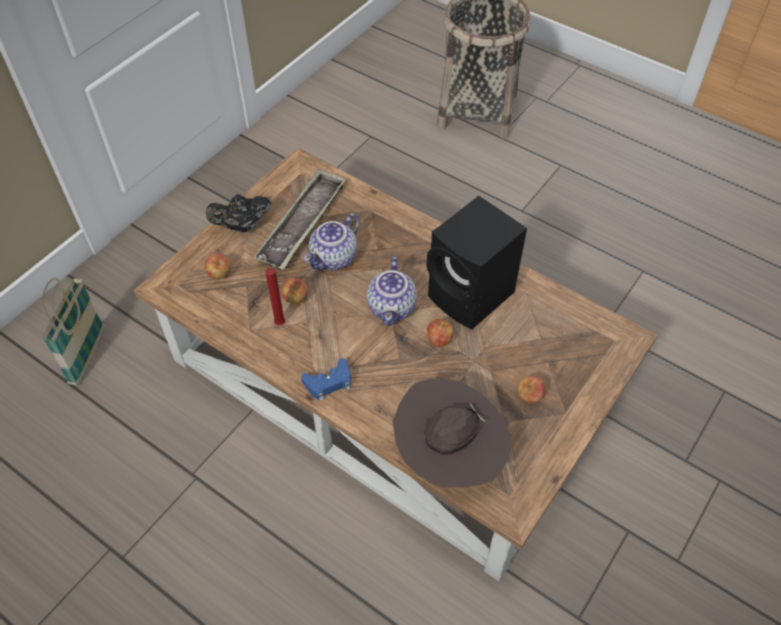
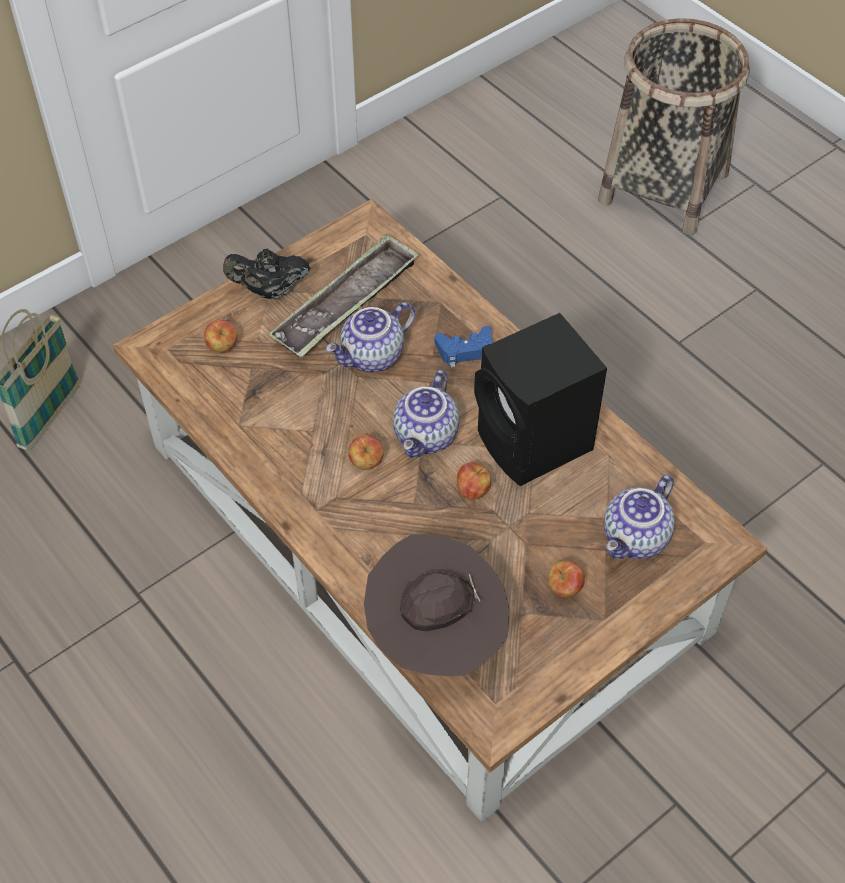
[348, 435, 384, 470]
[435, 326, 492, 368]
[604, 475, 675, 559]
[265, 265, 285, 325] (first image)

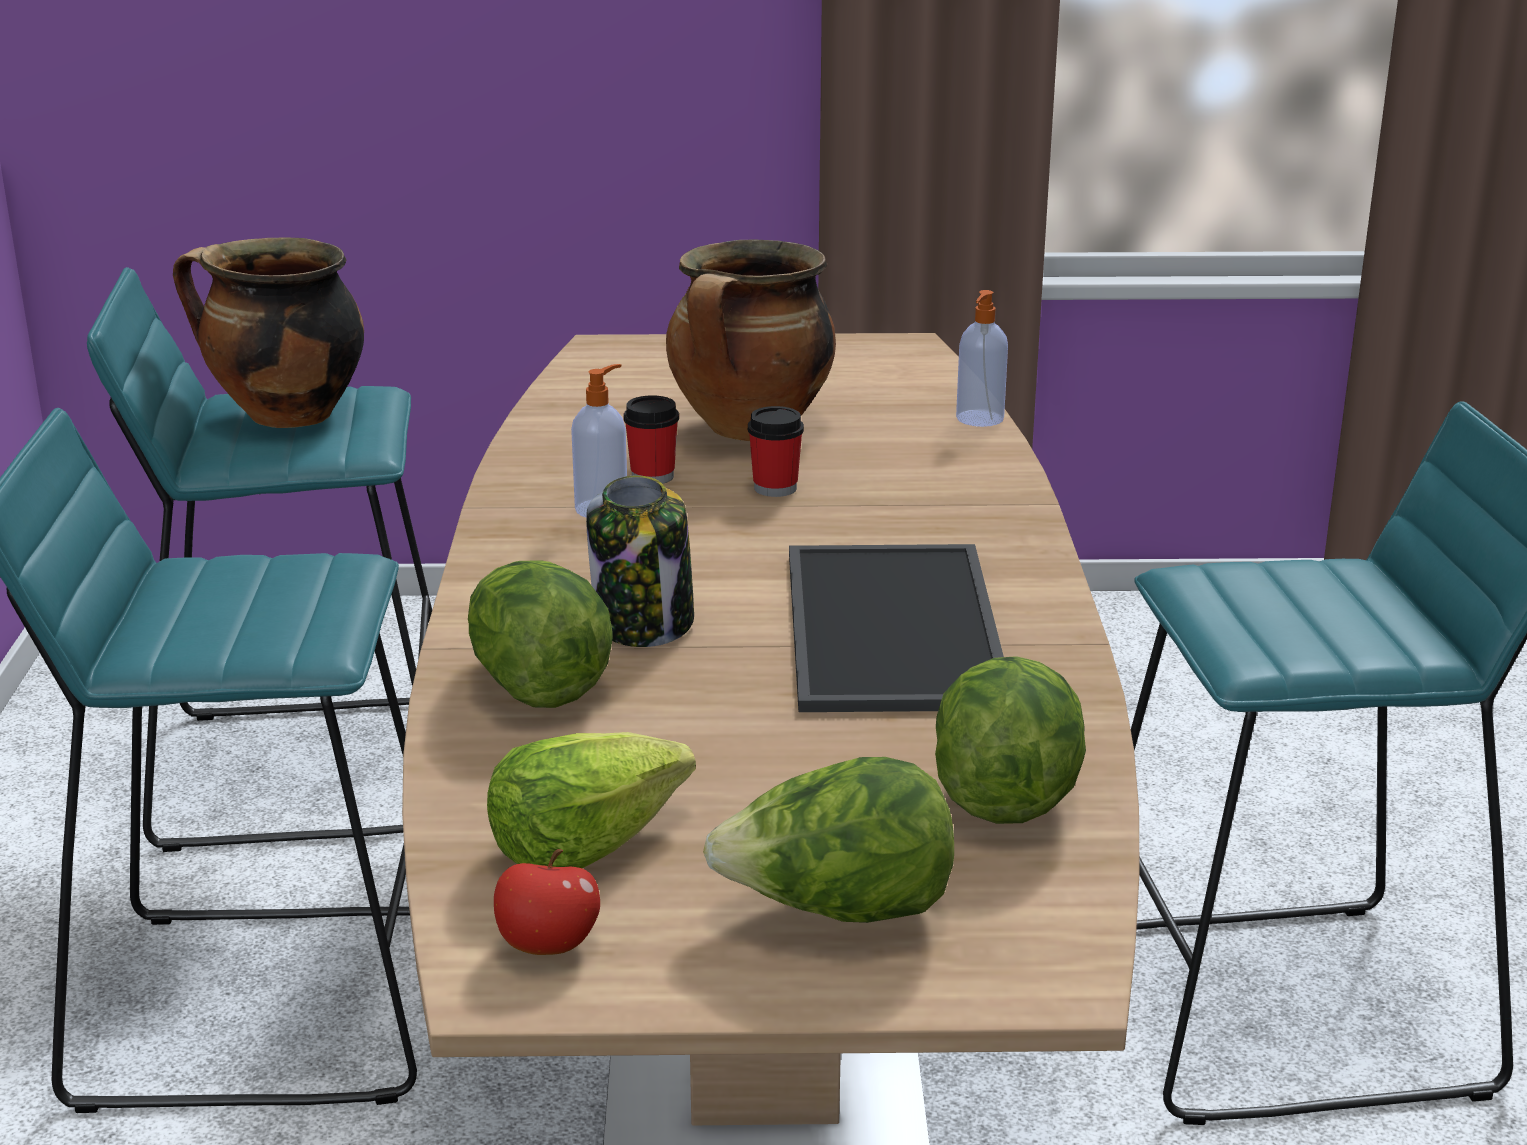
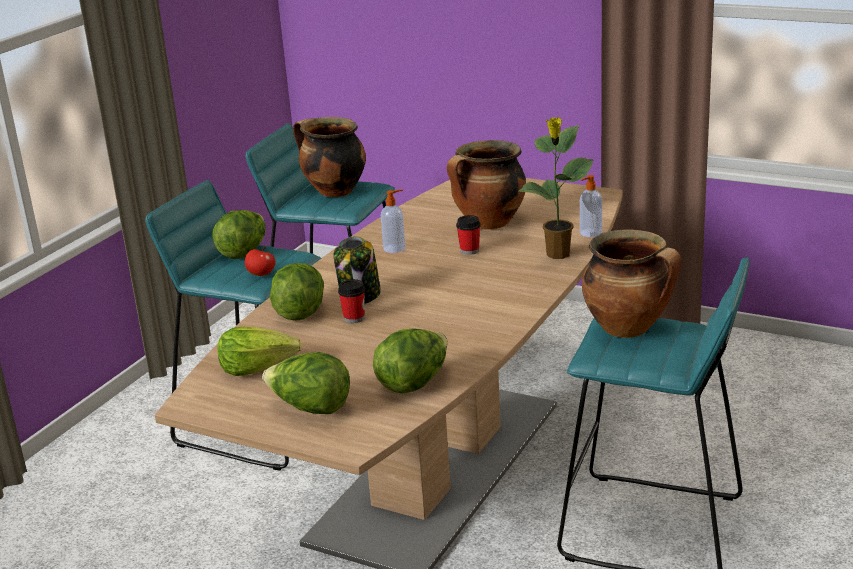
[212, 210, 266, 259]
[245, 247, 275, 276]
[338, 279, 365, 323]
[519, 117, 594, 259]
[582, 230, 681, 338]
[789, 544, 1004, 712] (first image)

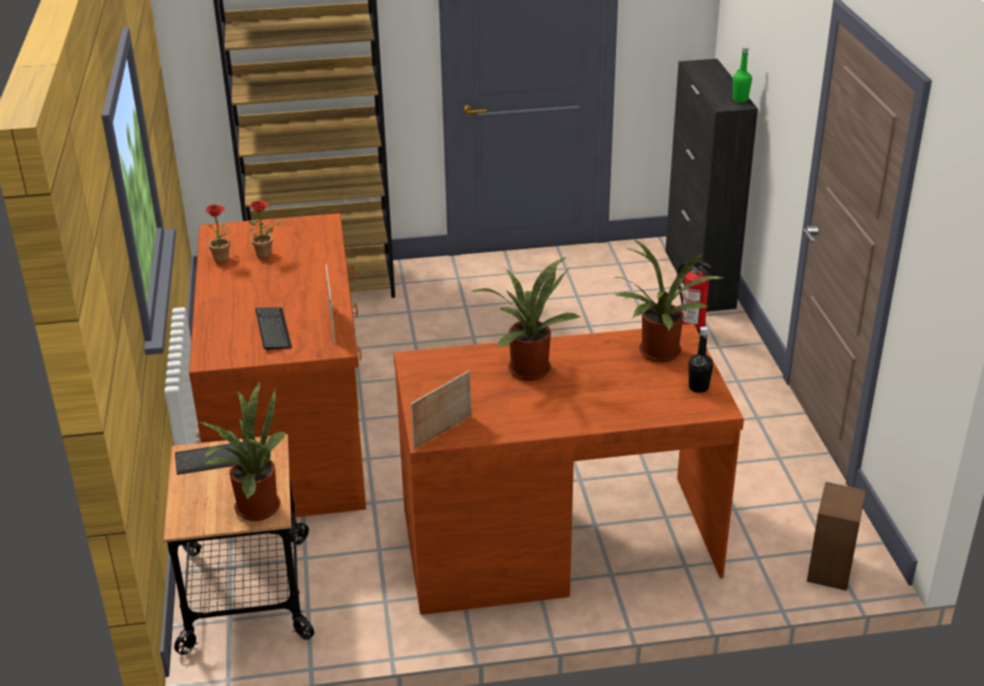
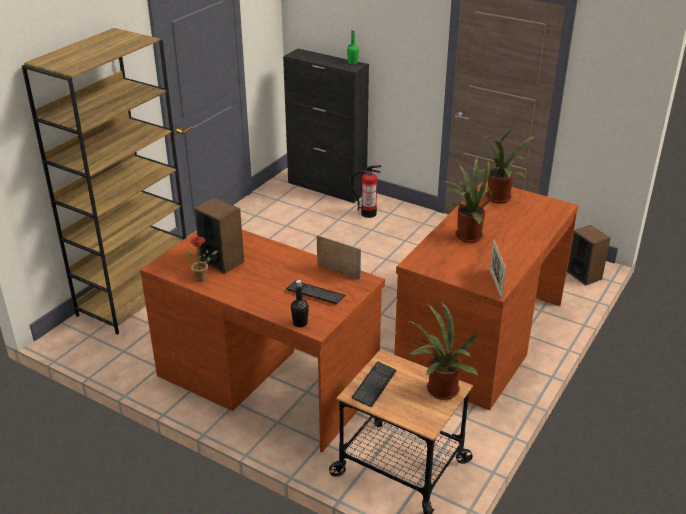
[194, 197, 244, 274]
[291, 280, 309, 327]

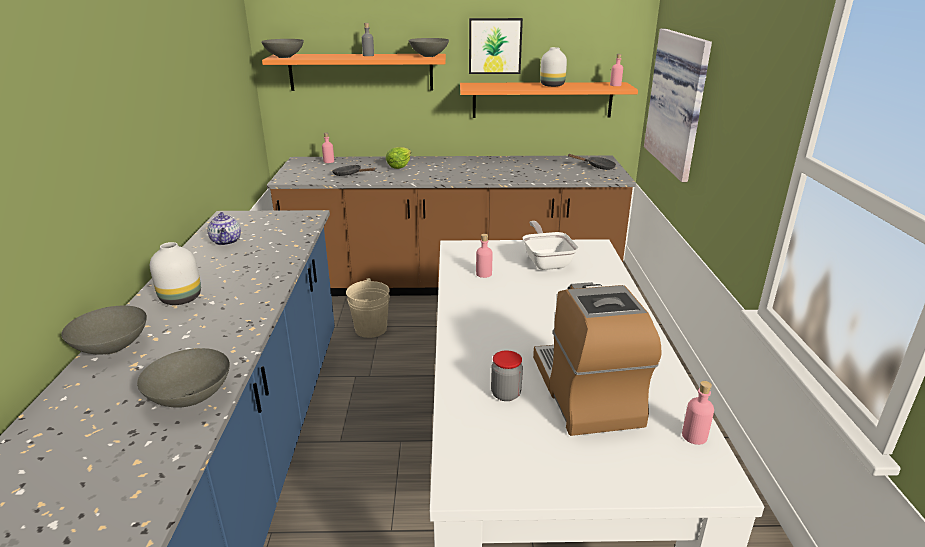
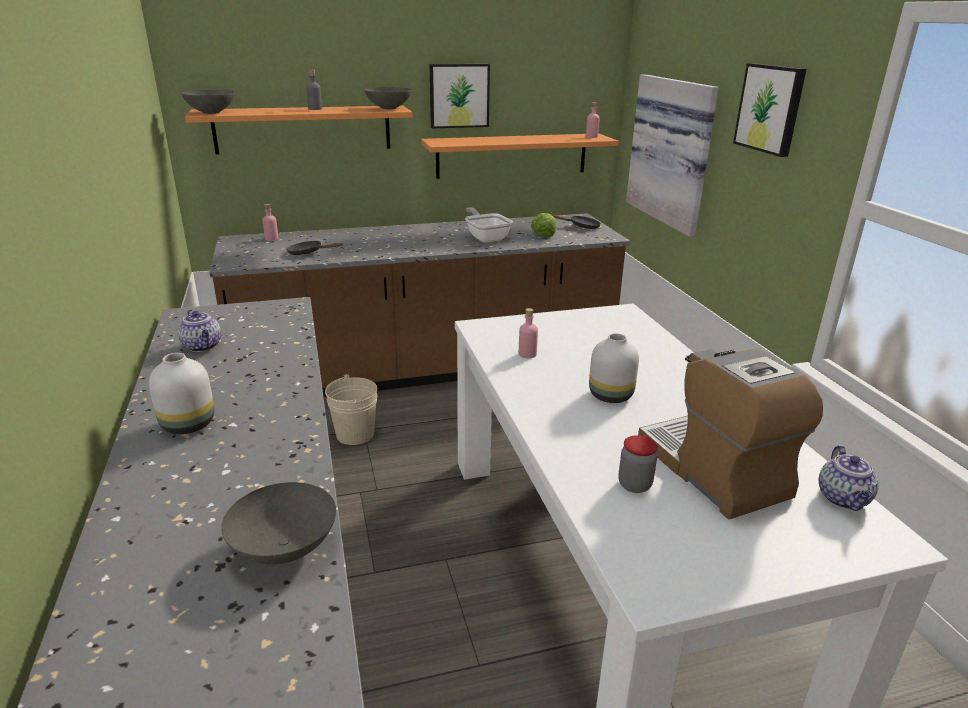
[465, 207, 513, 243]
[531, 213, 556, 238]
[589, 333, 639, 403]
[733, 63, 806, 157]
[819, 445, 879, 511]
[61, 306, 147, 354] (first image)

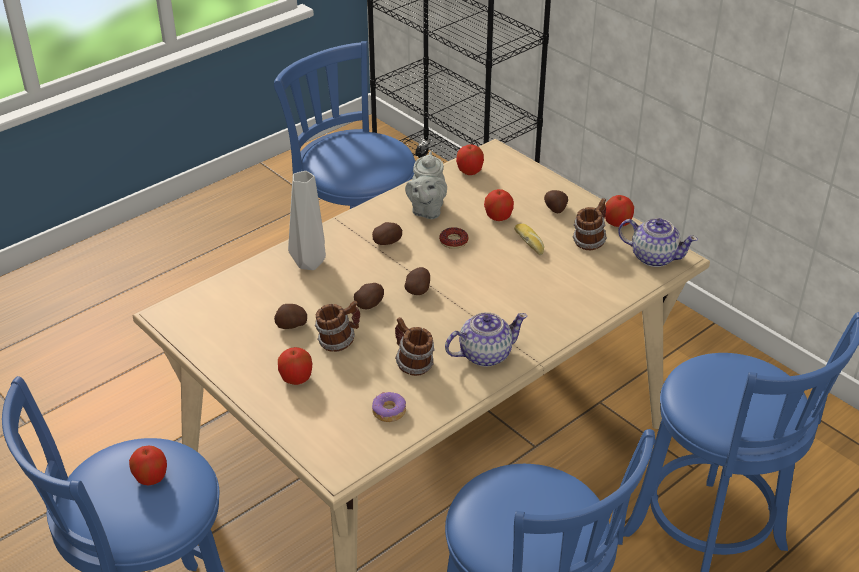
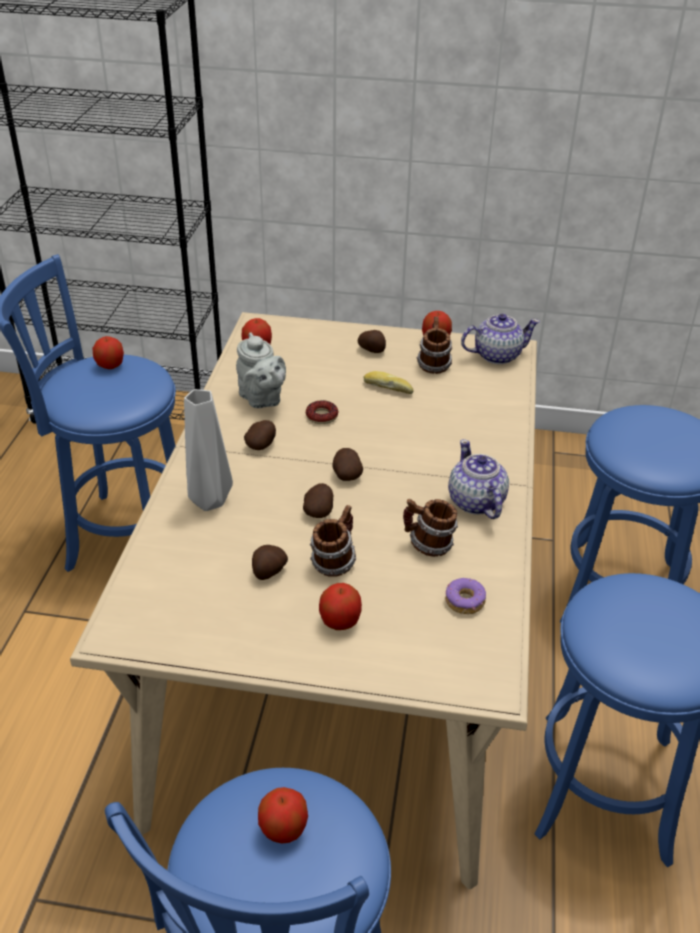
[92, 336, 124, 369]
[448, 439, 509, 519]

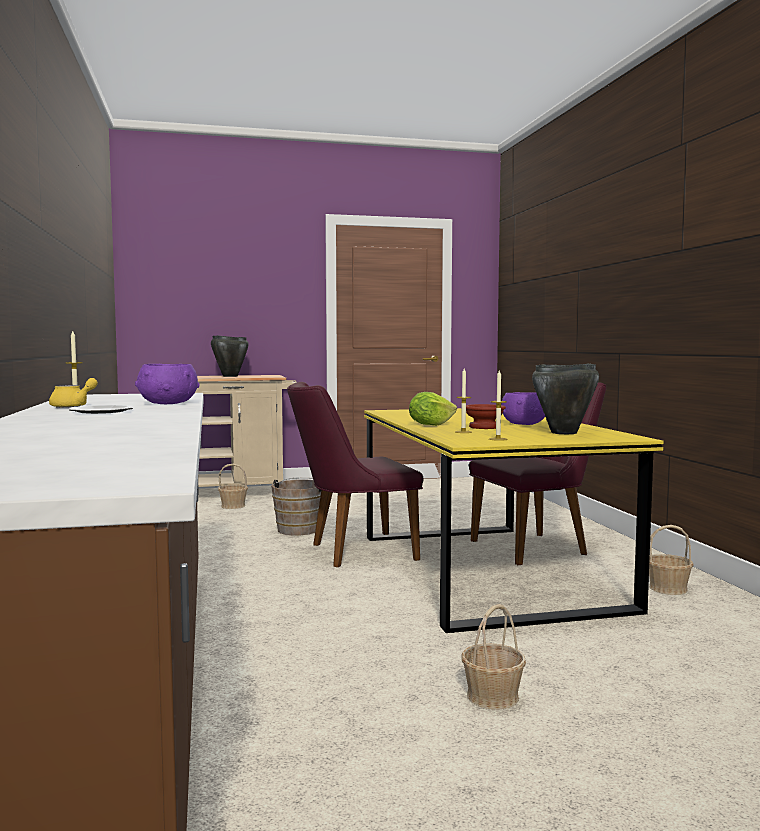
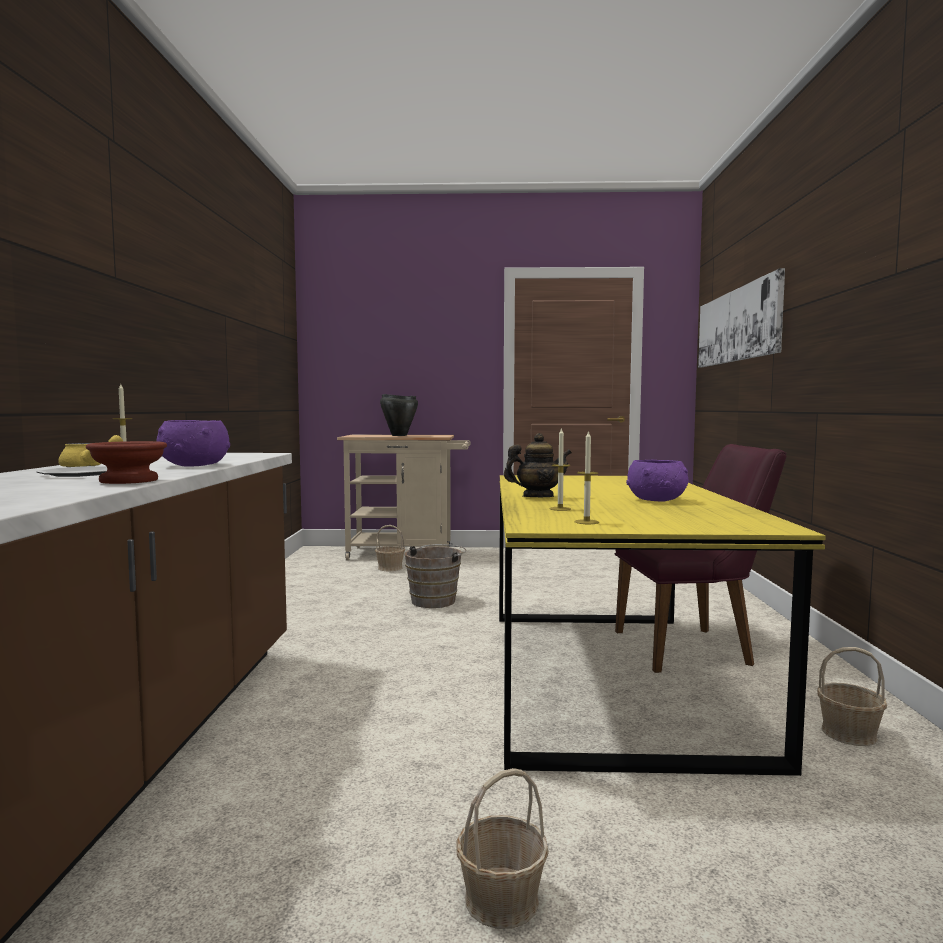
[86, 441, 167, 484]
[504, 433, 572, 497]
[698, 268, 785, 367]
[287, 382, 423, 567] (first image)
[532, 363, 599, 434] (first image)

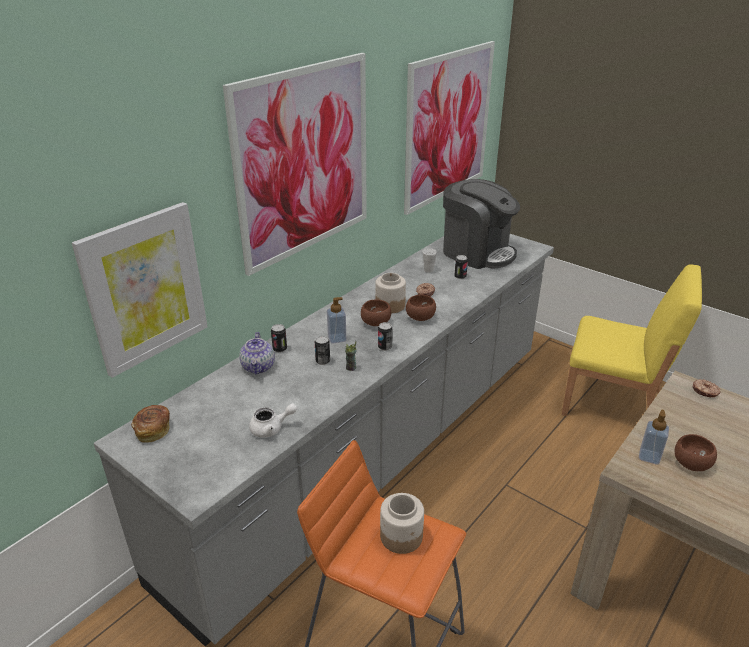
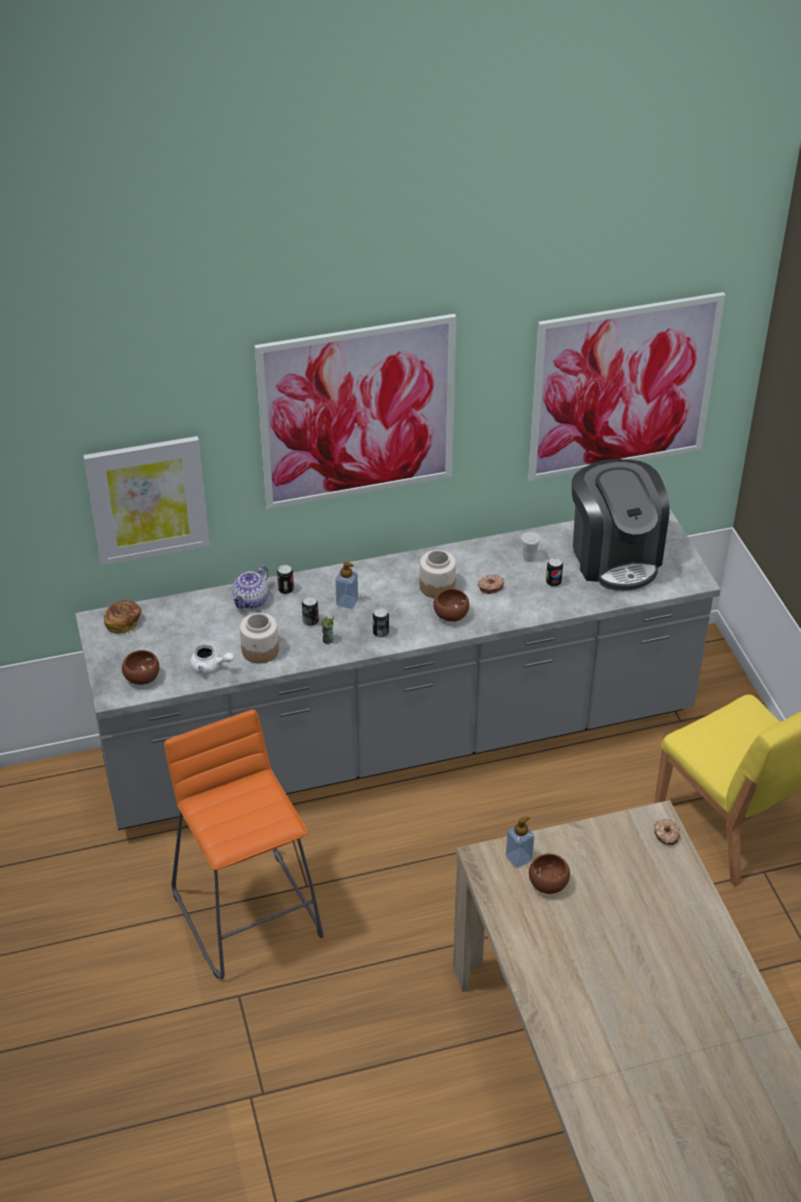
[122, 650, 159, 685]
[240, 613, 279, 664]

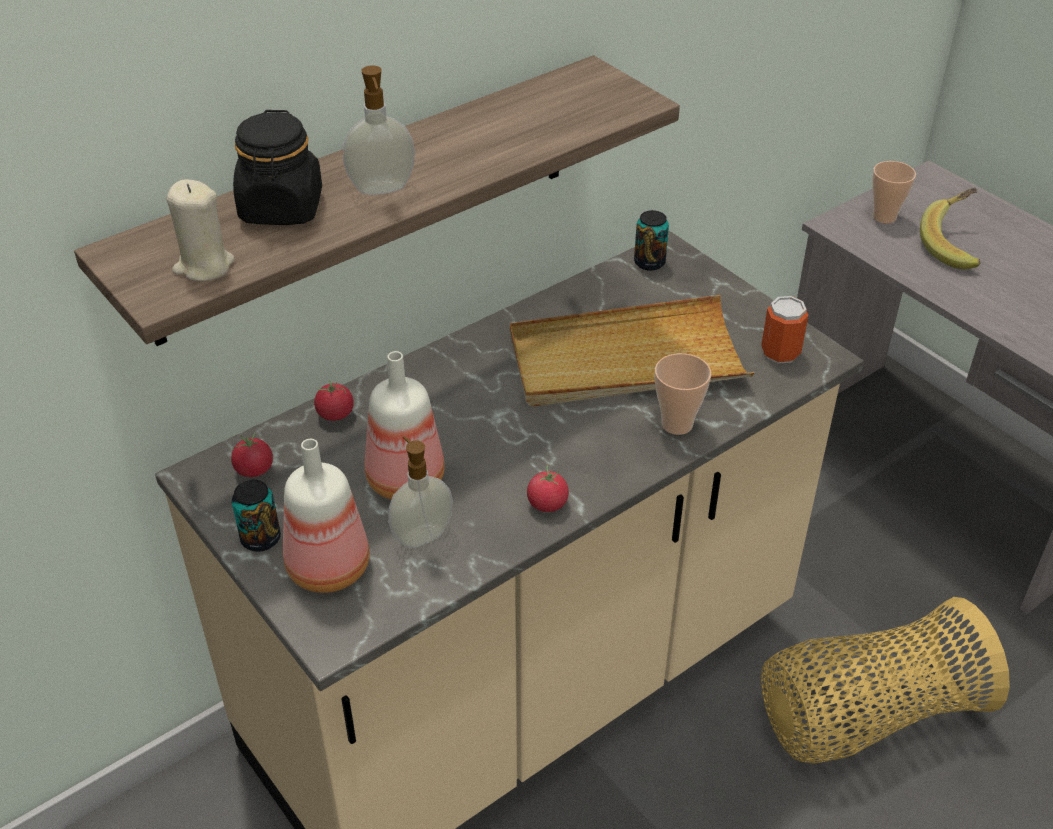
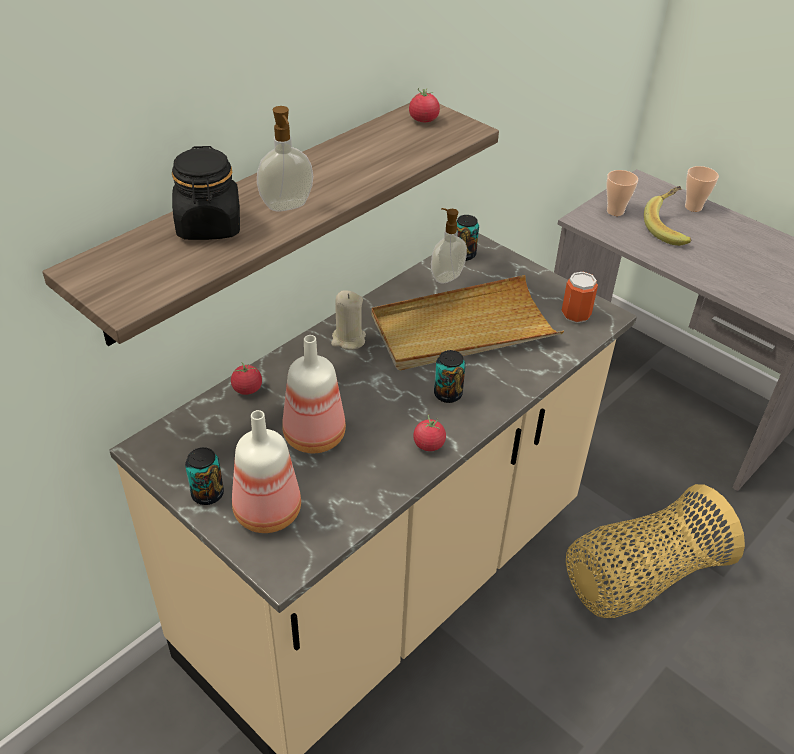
[331, 290, 366, 350]
[409, 88, 440, 122]
[431, 208, 467, 283]
[434, 350, 466, 403]
[685, 166, 719, 212]

